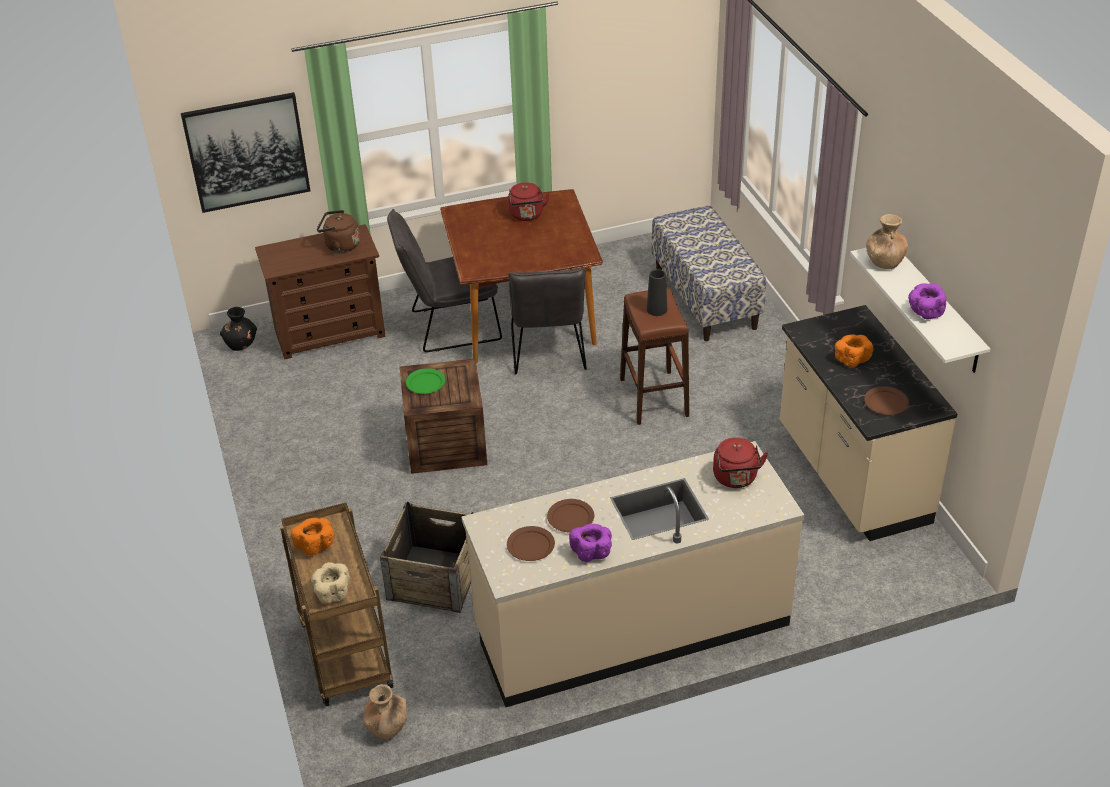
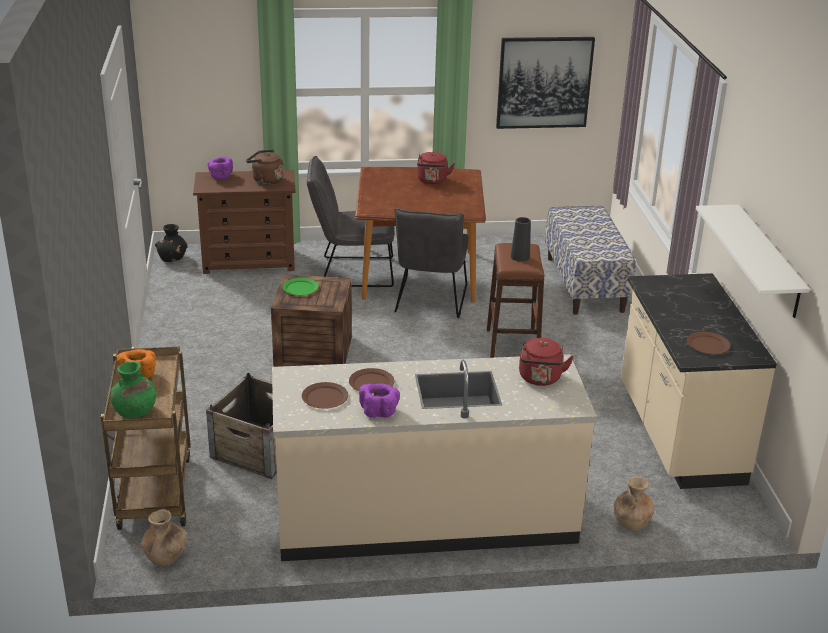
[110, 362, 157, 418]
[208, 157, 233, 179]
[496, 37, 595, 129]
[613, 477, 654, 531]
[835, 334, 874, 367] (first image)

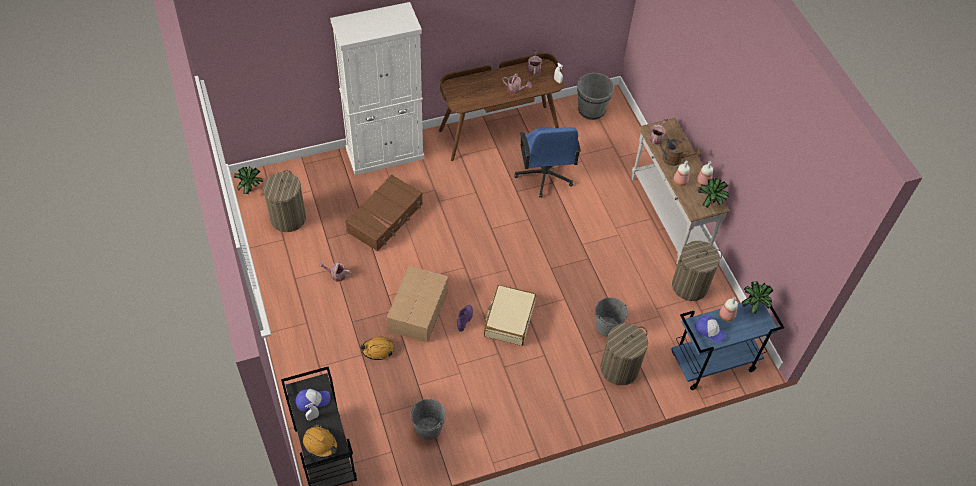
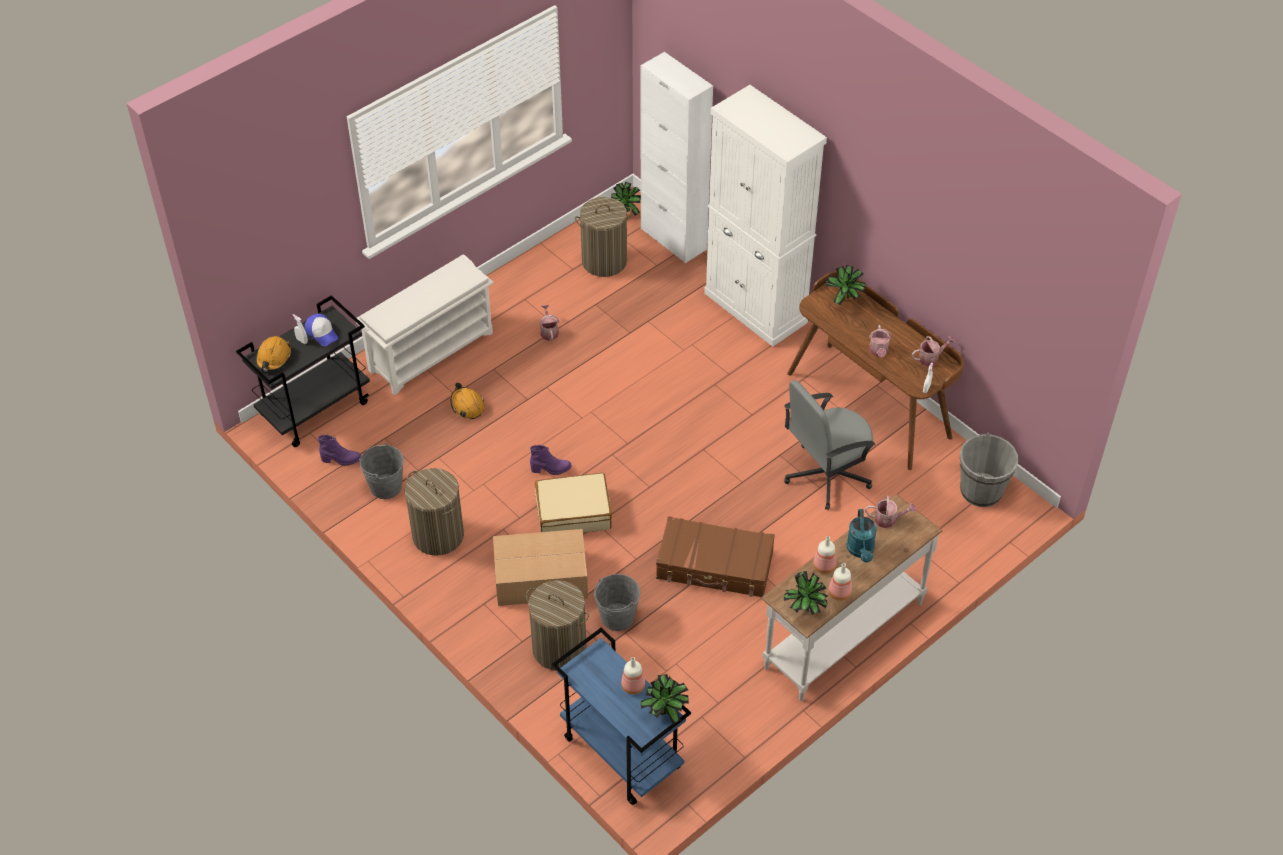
[318, 435, 361, 466]
[356, 254, 494, 395]
[405, 468, 464, 556]
[493, 529, 588, 606]
[641, 52, 713, 263]
[656, 516, 775, 597]
[784, 380, 875, 510]
[826, 265, 867, 305]
[847, 509, 877, 563]
[695, 316, 726, 343] (first image)

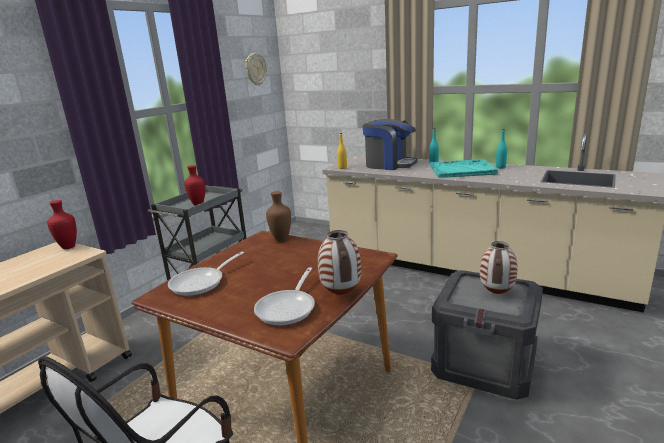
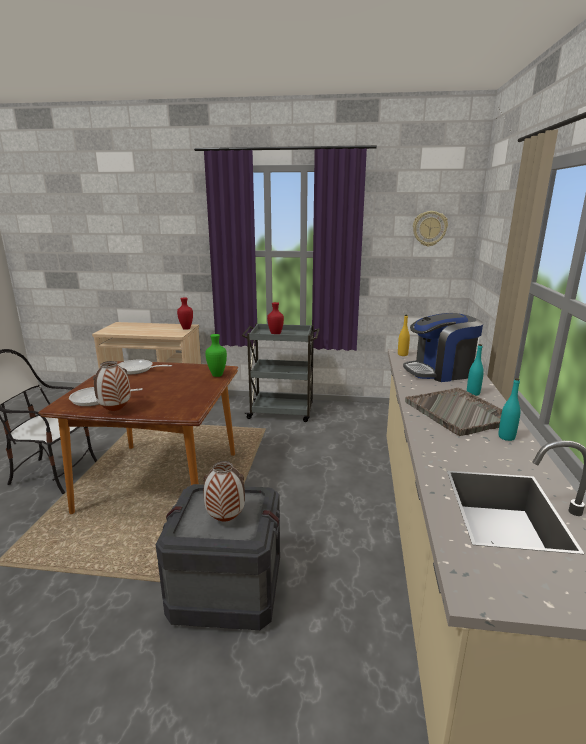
[205, 334, 227, 377]
[403, 313, 483, 382]
[405, 388, 502, 436]

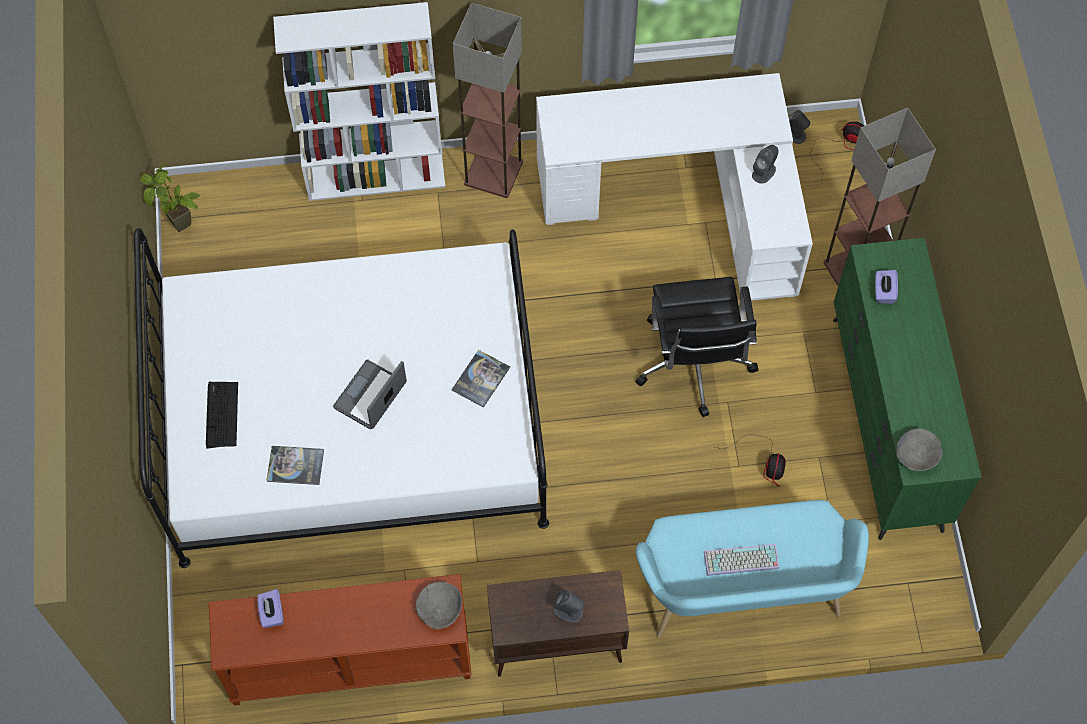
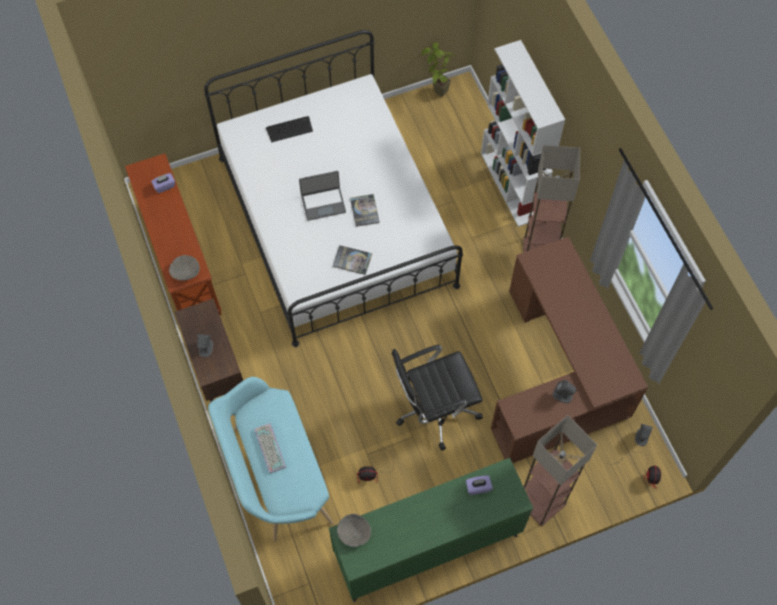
[299, 171, 346, 221]
[350, 194, 380, 227]
[491, 237, 648, 463]

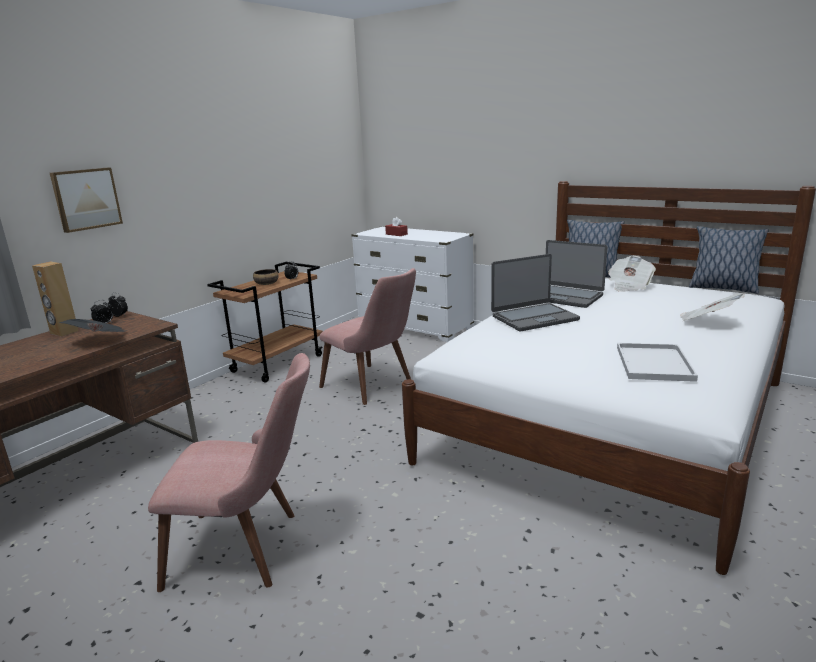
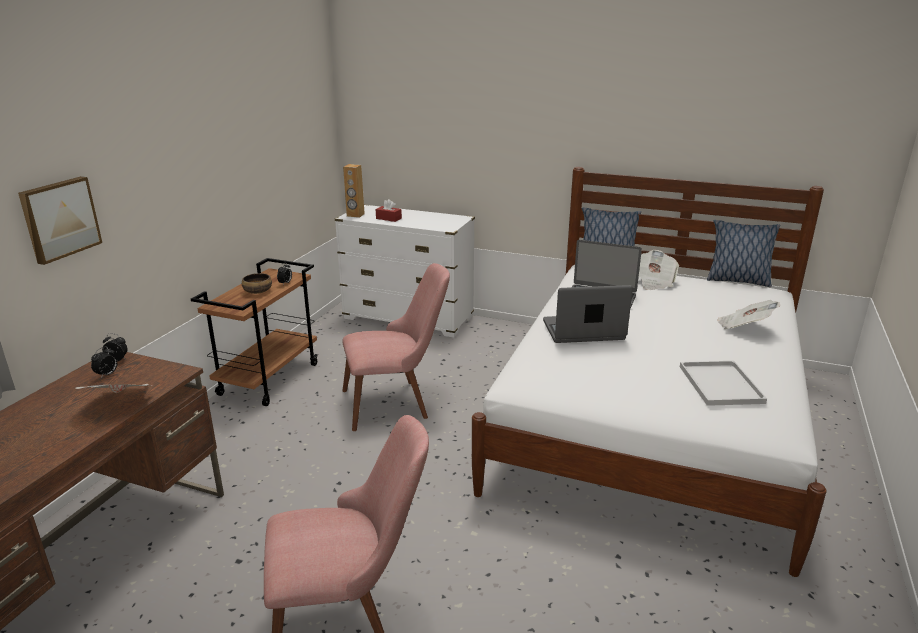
[342, 263, 450, 431]
[343, 164, 365, 218]
[543, 285, 633, 343]

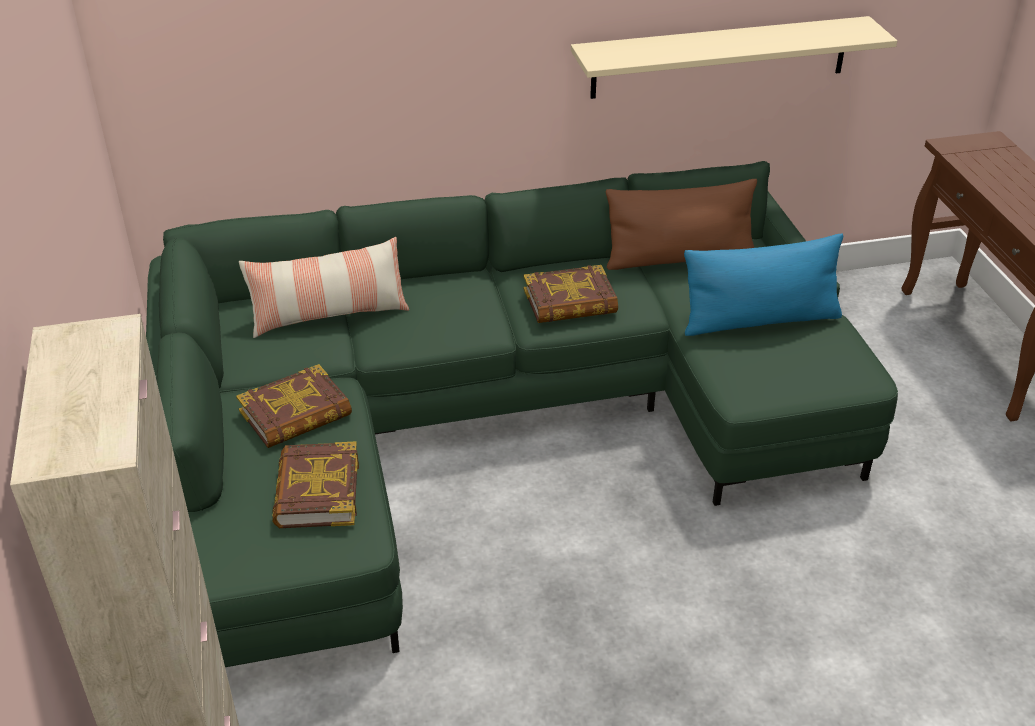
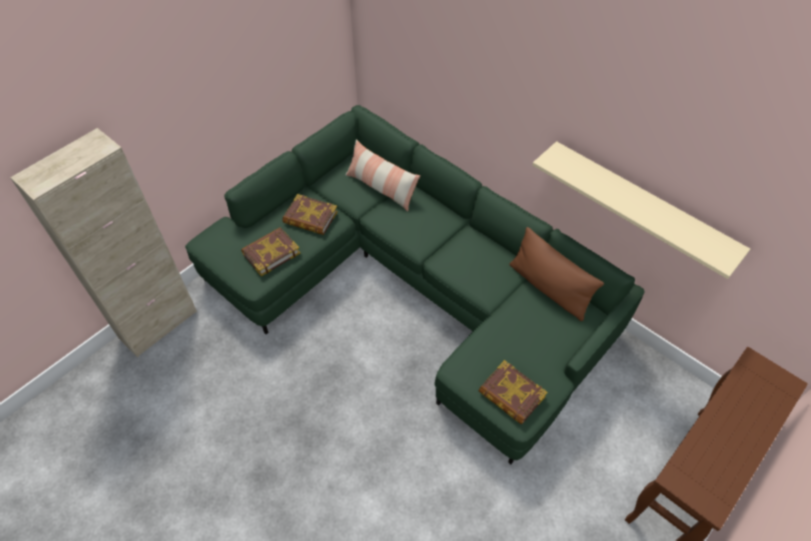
[479, 360, 548, 424]
[684, 234, 843, 336] (first image)

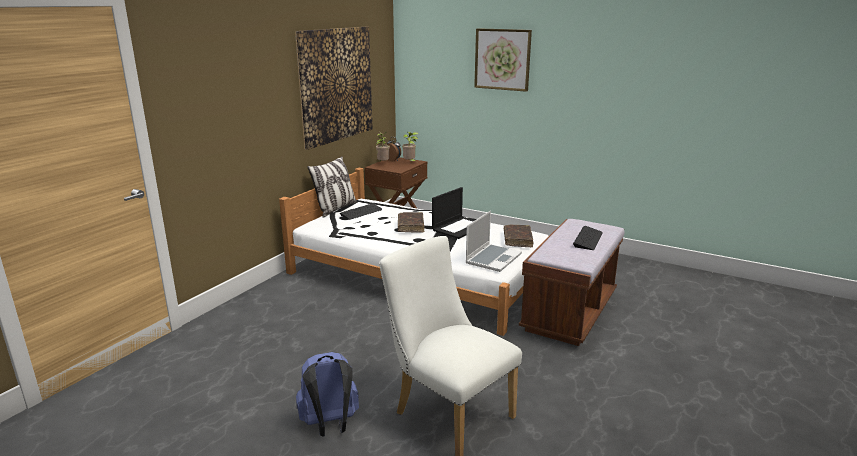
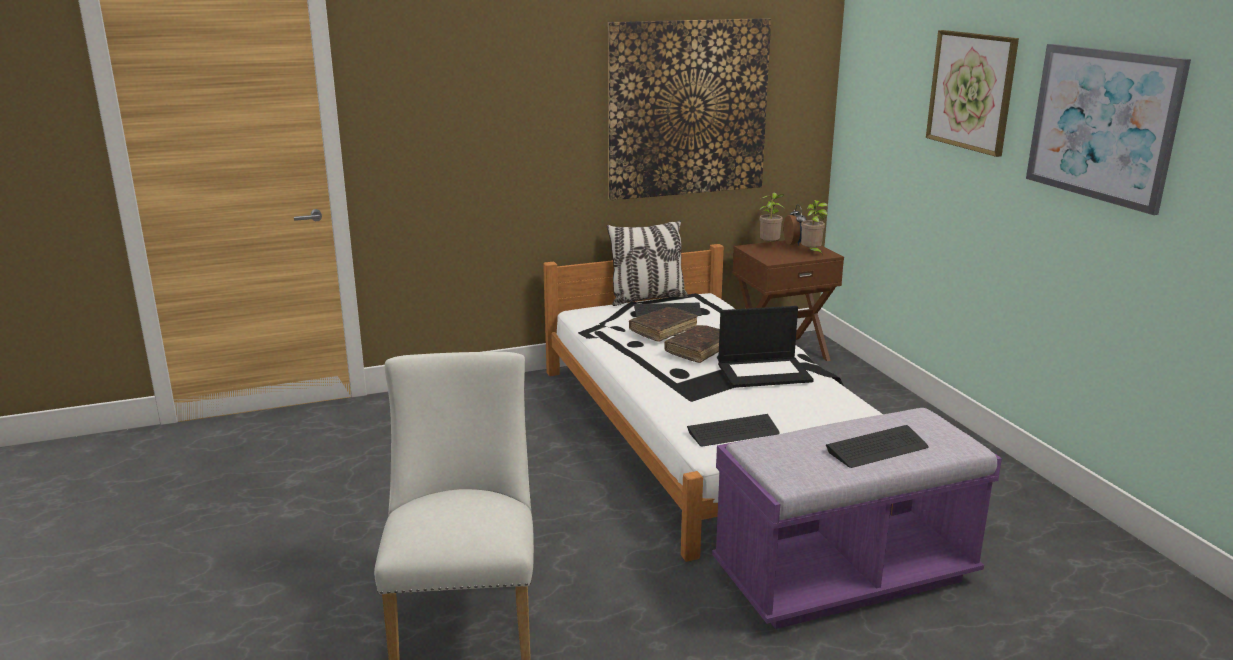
[629, 307, 698, 342]
[687, 414, 780, 447]
[712, 408, 1002, 629]
[1026, 44, 1191, 215]
[296, 352, 359, 436] (first image)

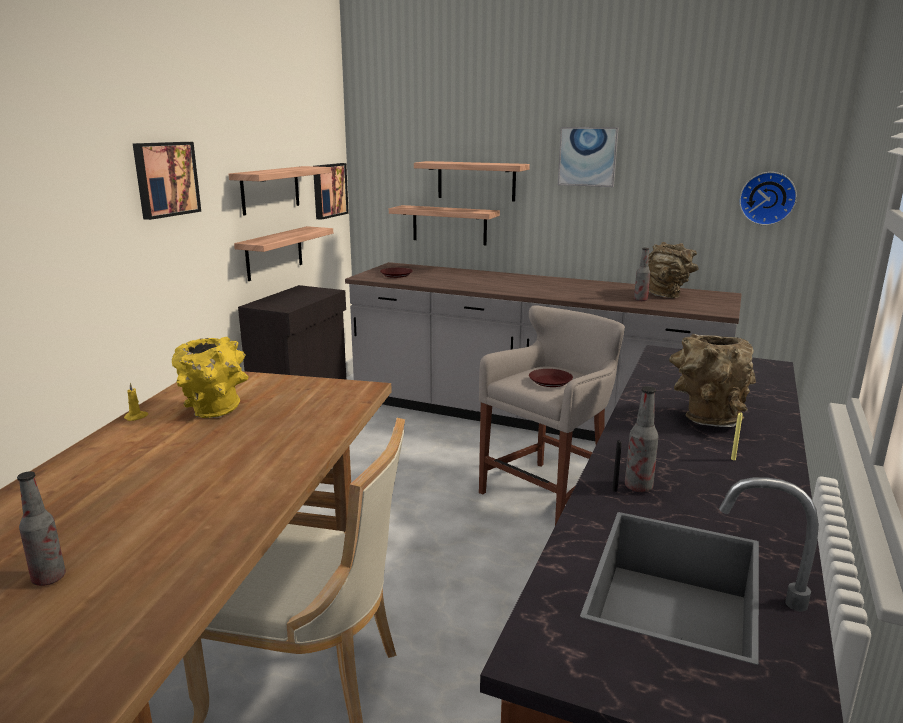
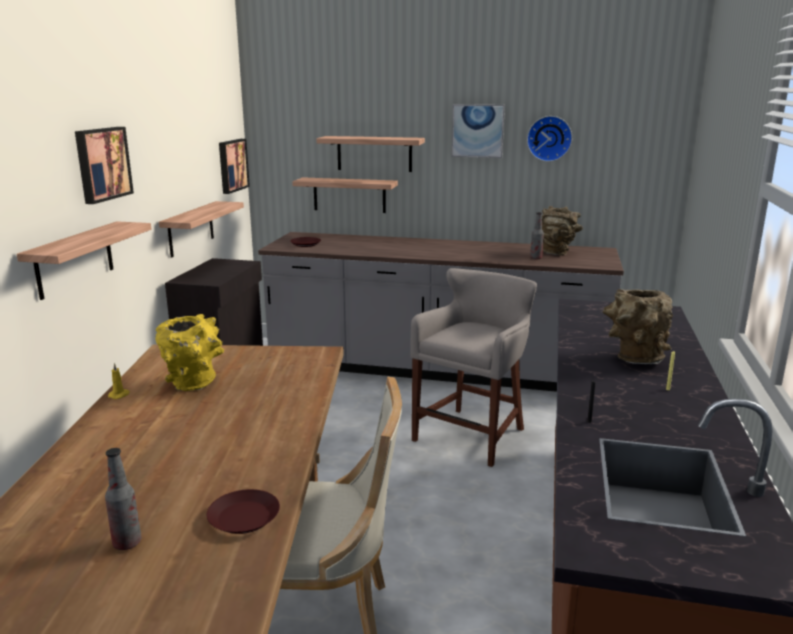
[17, 221, 151, 300]
[207, 489, 280, 534]
[527, 116, 572, 162]
[625, 386, 659, 492] (first image)

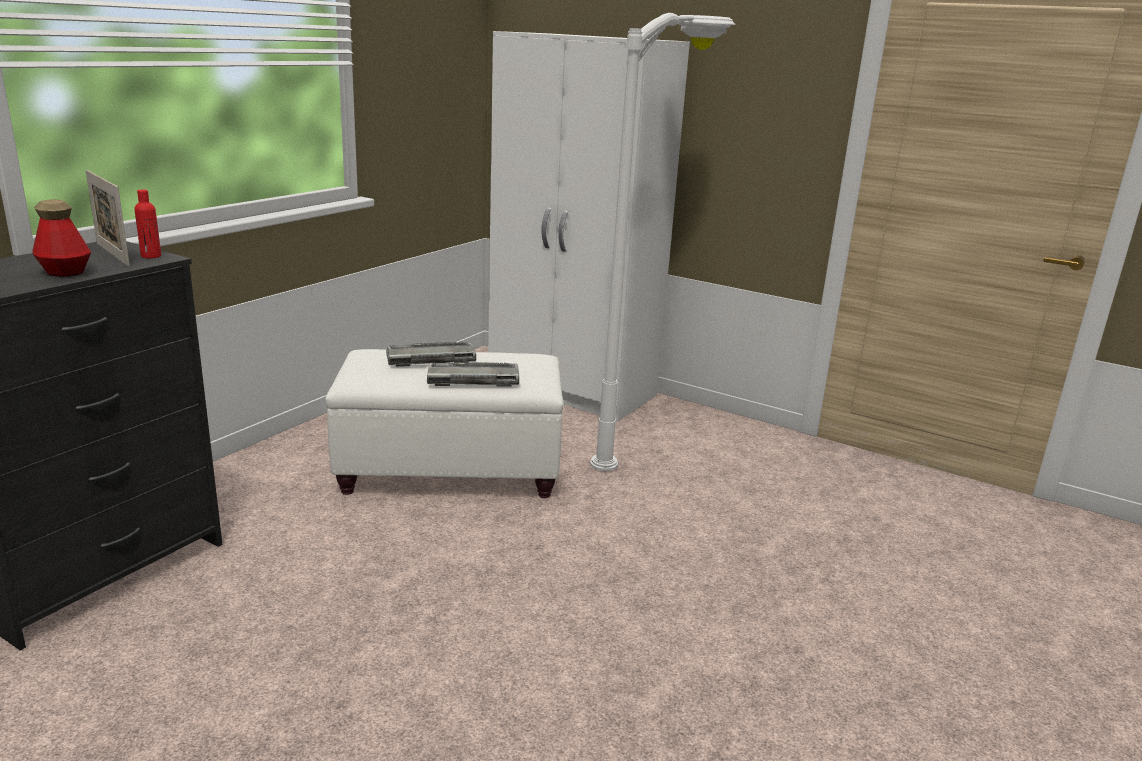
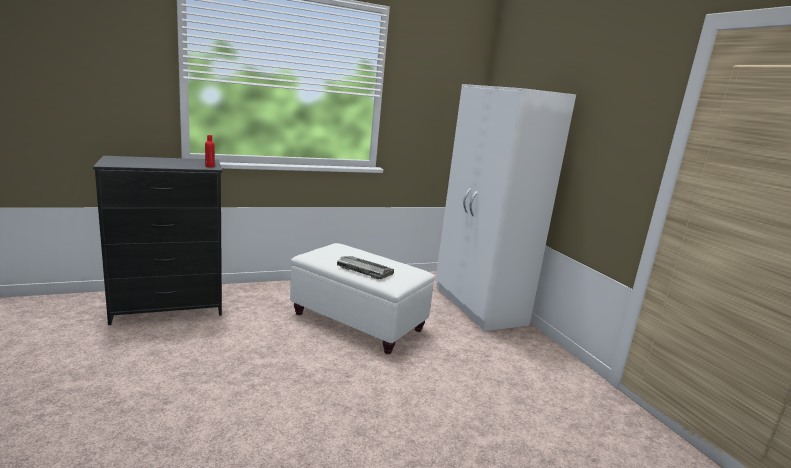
[32, 200, 91, 277] (first image)
[85, 170, 130, 266] (first image)
[386, 342, 476, 367] (first image)
[590, 13, 735, 471] (first image)

